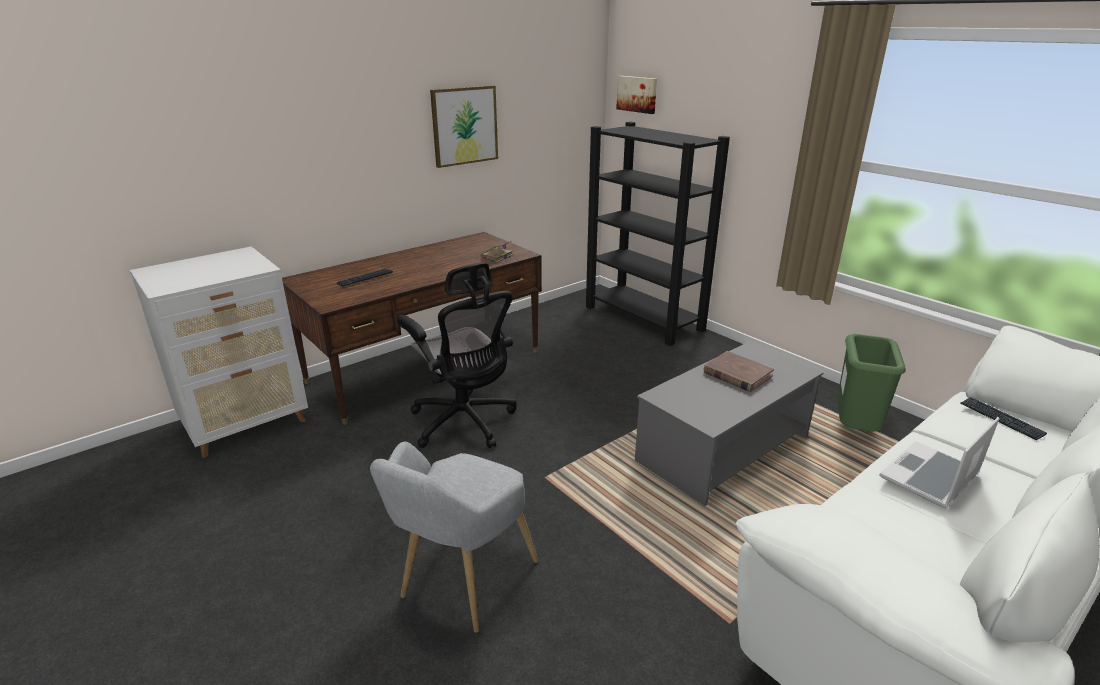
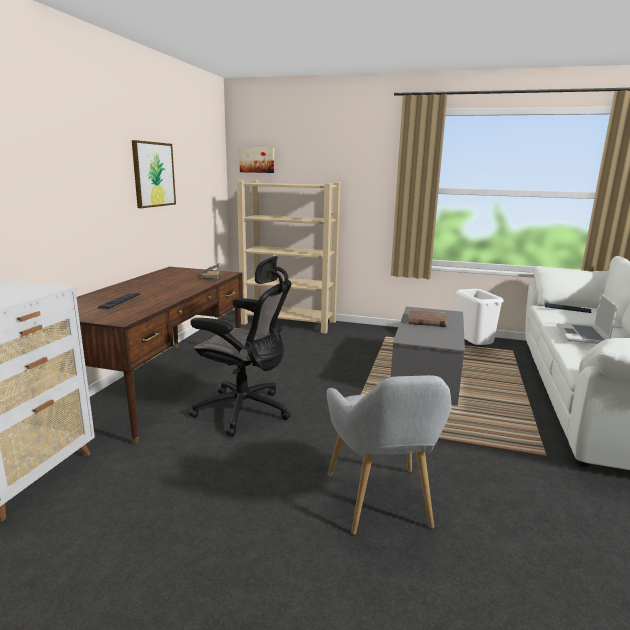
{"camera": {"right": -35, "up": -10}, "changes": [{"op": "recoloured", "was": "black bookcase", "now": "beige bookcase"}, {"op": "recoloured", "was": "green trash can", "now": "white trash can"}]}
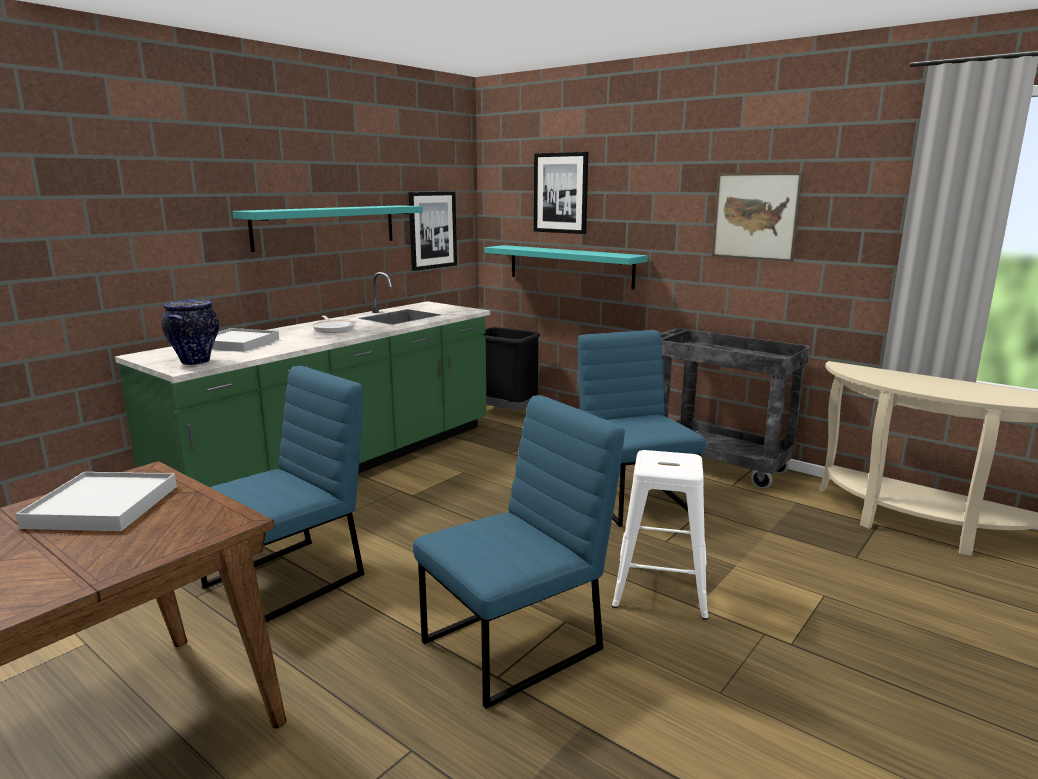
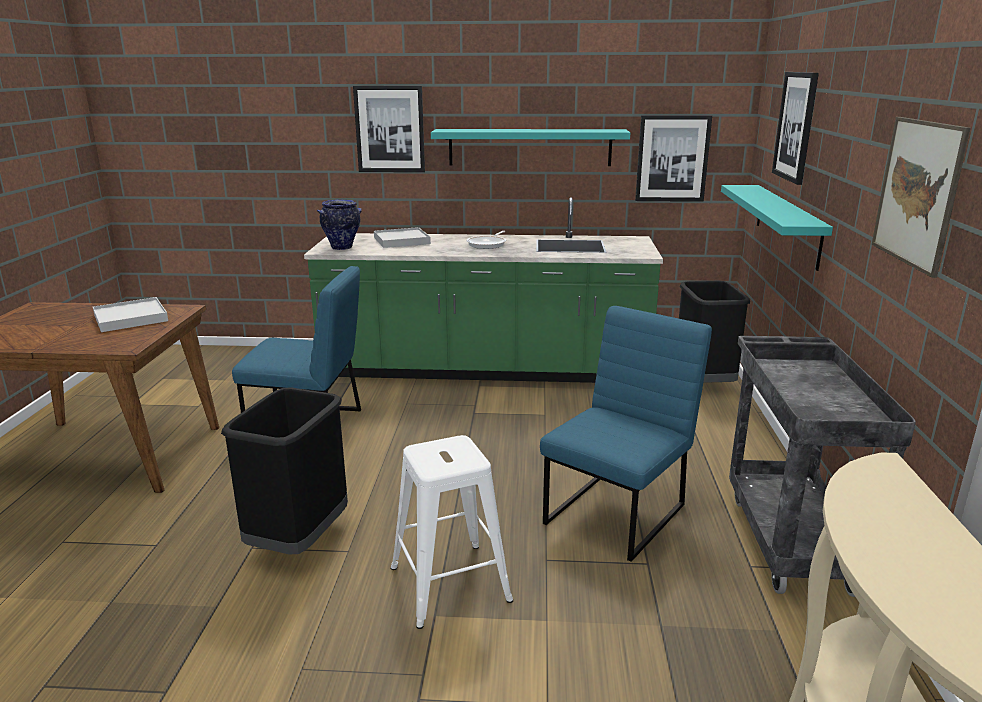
{"camera": {"right": 55, "up": 5}, "changes": [{"op": "replaced", "was": "blue chair (2nd from left)", "now": "black trash can (1st from left)"}, {"op": "added", "now": "picture (1st from left)"}]}
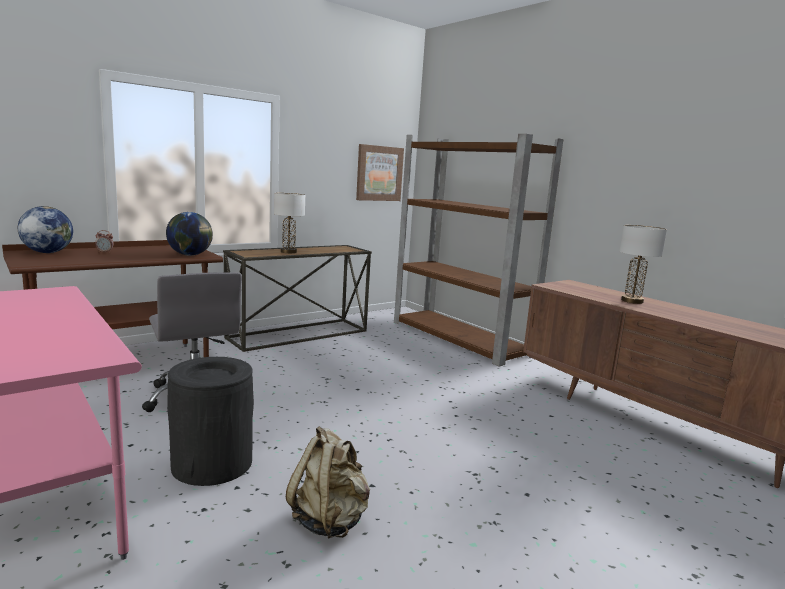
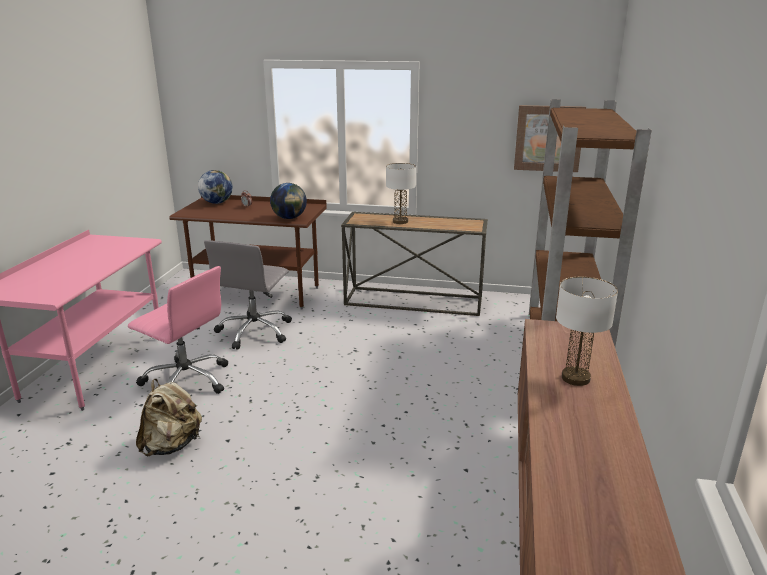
{"camera": {"right": 50, "up": 10}, "changes": [{"op": "replaced", "was": "black trash can", "now": "pink office chair"}]}
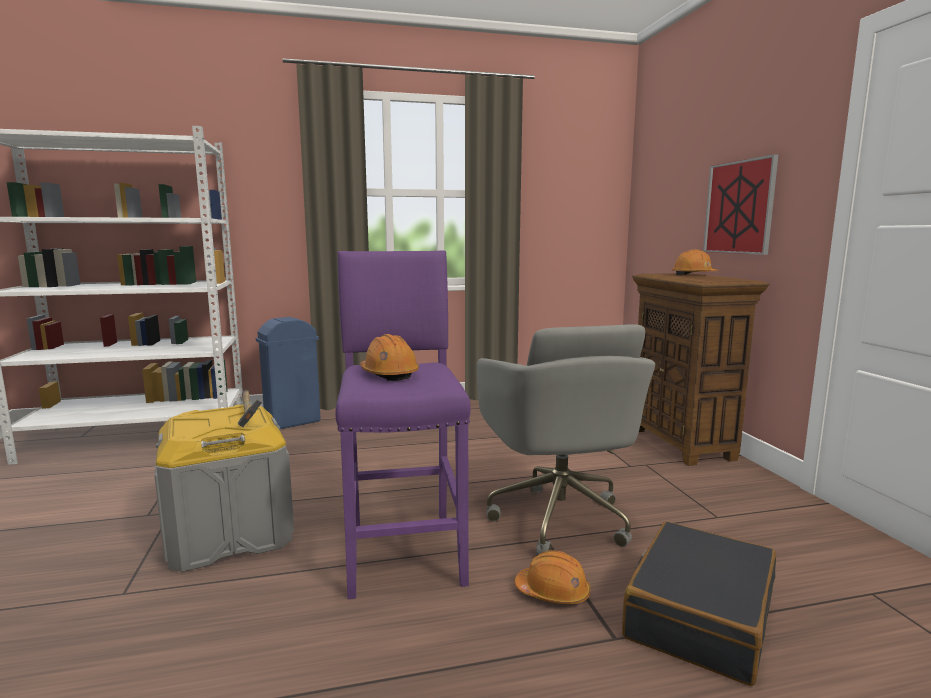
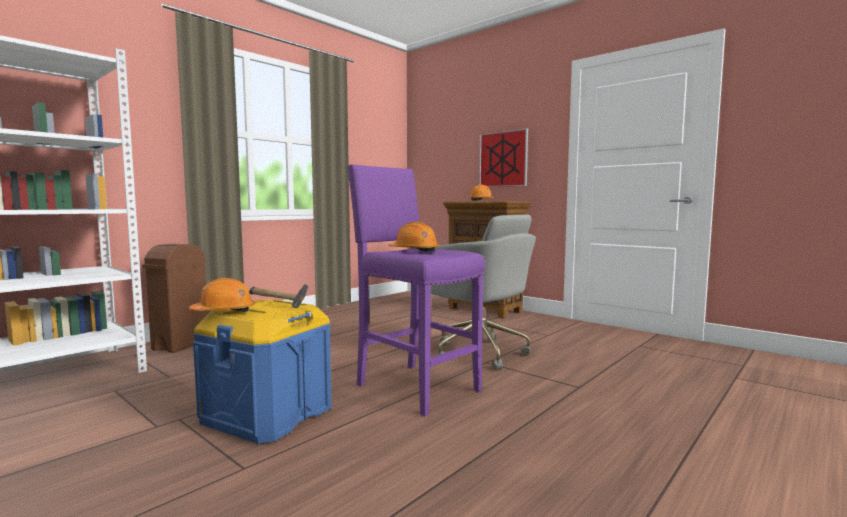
{"camera": {"right": -35, "up": -5}, "changes": [{"op": "recoloured", "was": "grey storage box", "now": "blue storage box"}, {"op": "recoloured", "was": "blue trash can", "now": "brown trash can"}, {"op": "moved", "was": "orange hard hat (2nd from left in the first image)", "now": "orange hard hat (1st from left)"}, {"op": "removed", "was": "black suitcase"}]}
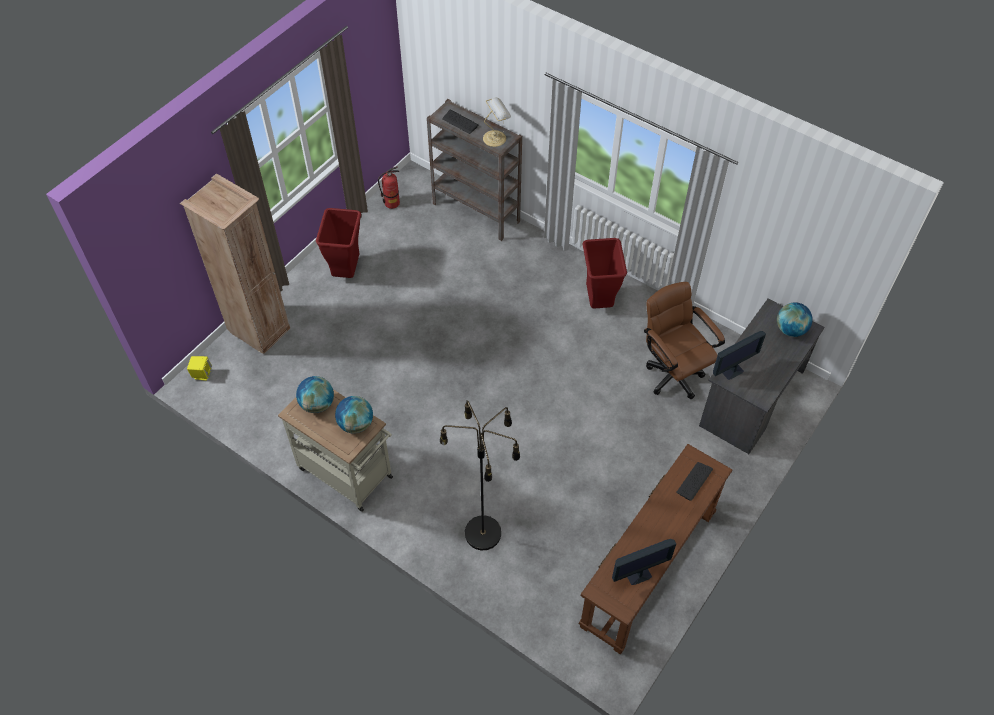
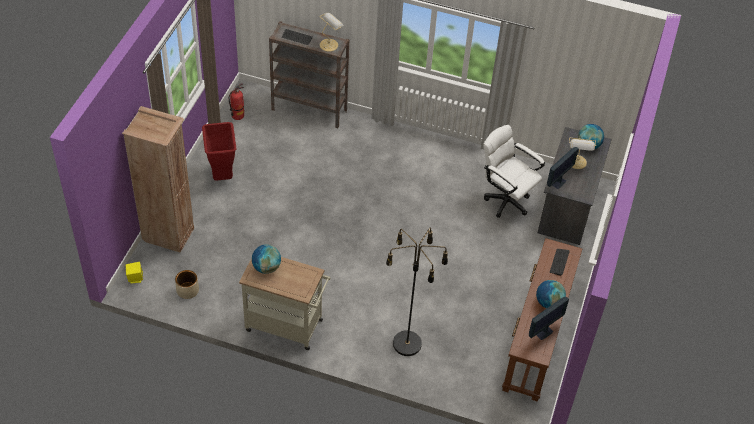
{"camera": {"right": -20, "up": -5}, "changes": [{"op": "moved", "was": "globe (2nd from left)"}, {"op": "removed", "was": "red trash can (2nd from left)"}, {"op": "recoloured", "was": "brown office chair", "now": "white office chair"}, {"op": "added", "now": "beige planter"}, {"op": "added", "now": "table lamp (2nd from left)"}]}
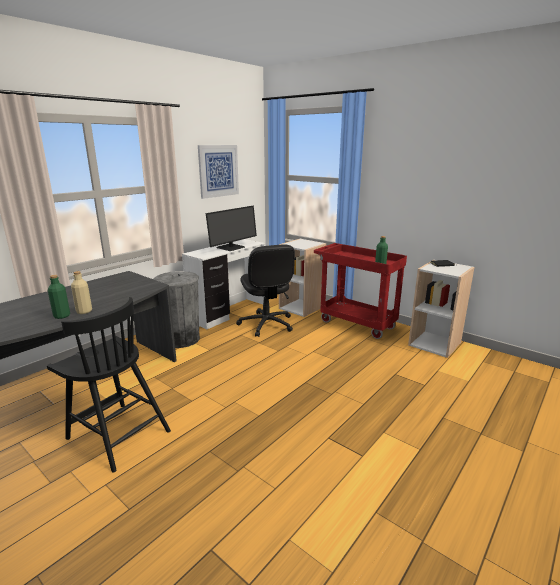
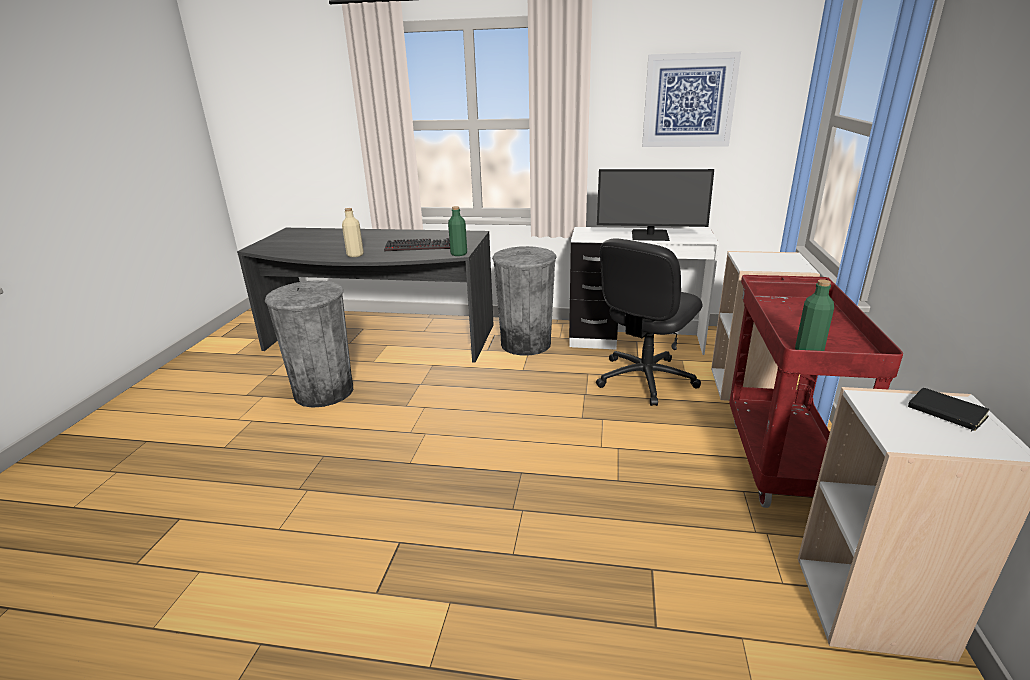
{"camera": {"right": 60, "up": 5}, "changes": [{"op": "replaced", "was": "black chair", "now": "grey trash can (1st from left)"}, {"op": "moved", "was": "green bottle (1st from left)"}, {"op": "added", "now": "keyboard"}]}
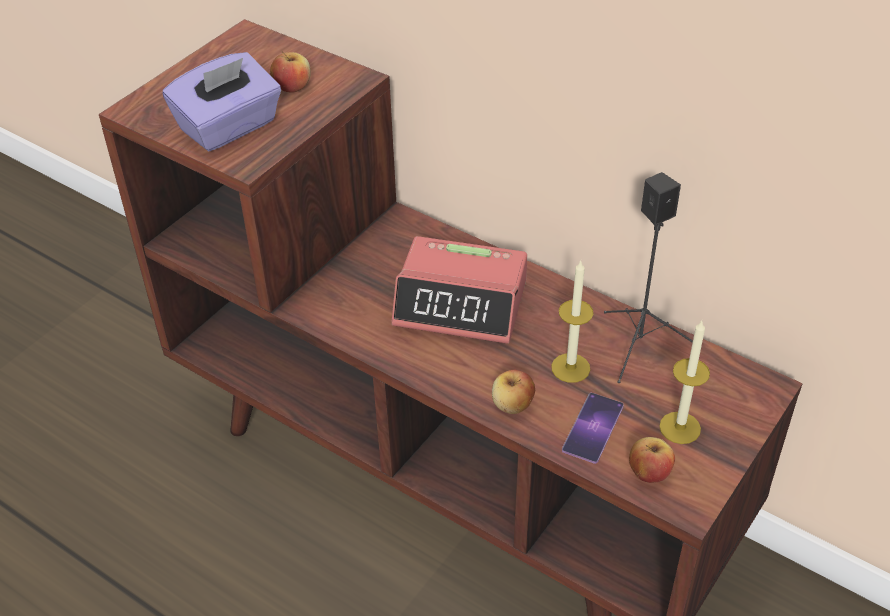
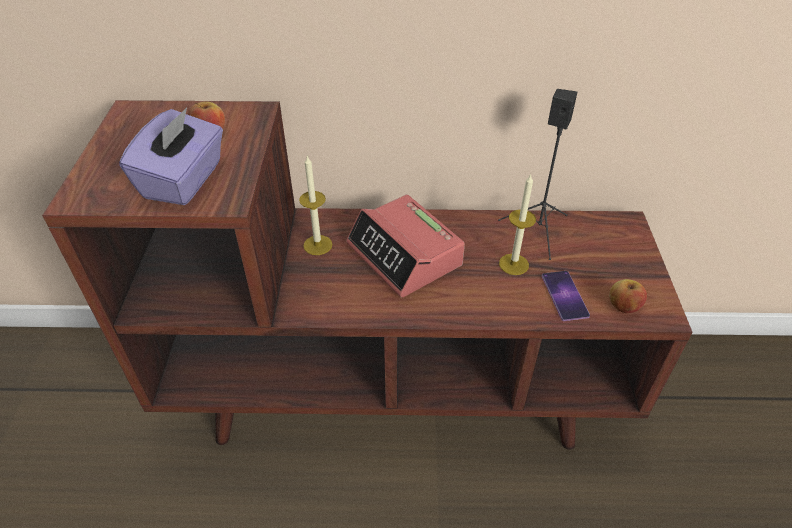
{"camera": {"right": -35, "up": 0}, "changes": [{"op": "turned", "was": "alarm clock", "clockwise": 75}, {"op": "removed", "was": "apple (2nd from left)"}, {"op": "moved", "was": "candle (2nd from left in the first image)", "now": "candle (1st from left)"}]}
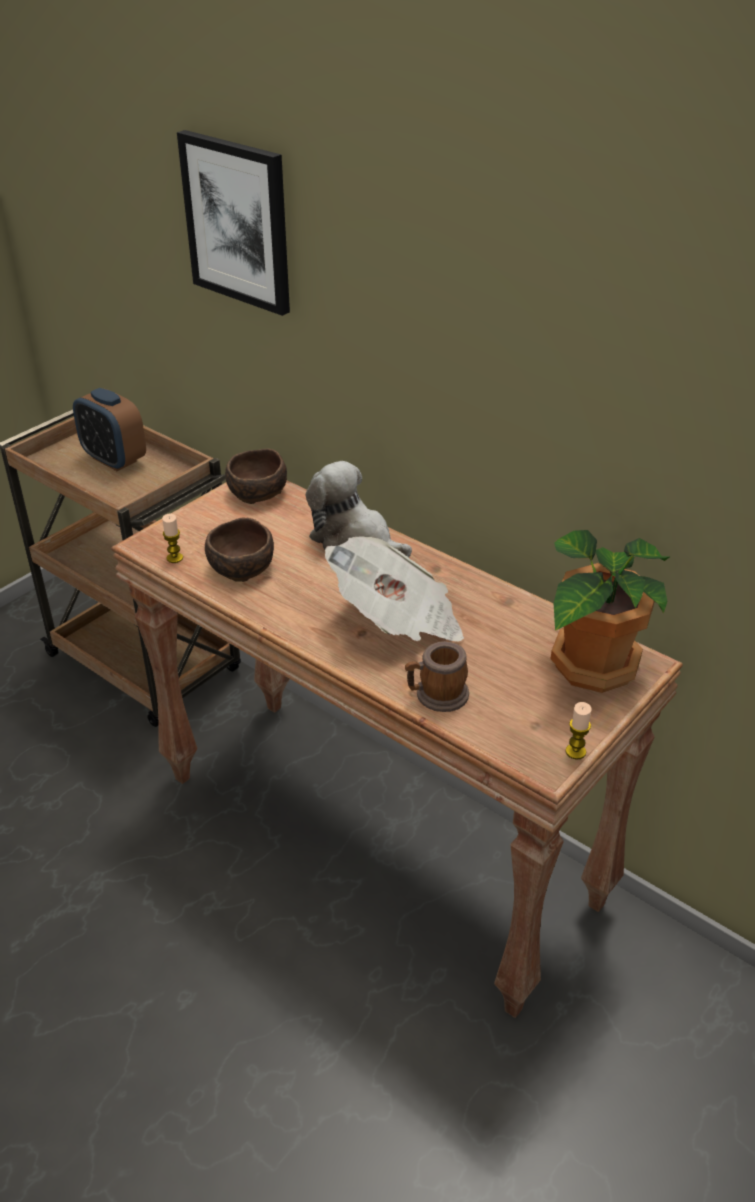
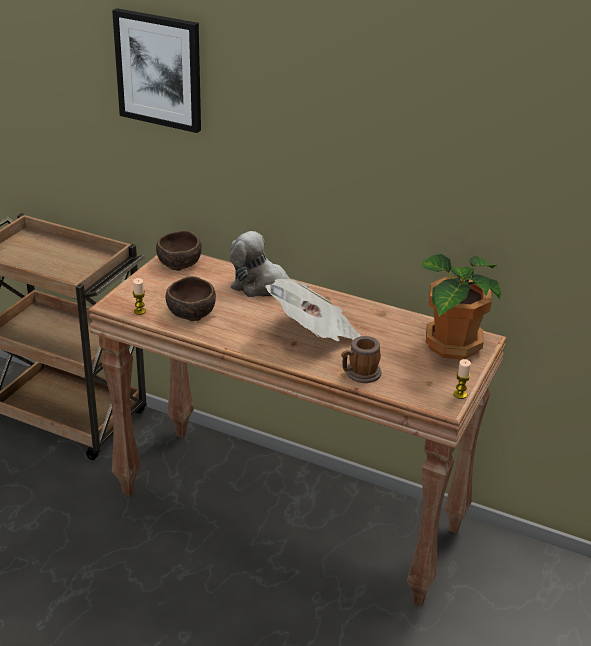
{"camera": {"right": -15, "up": -5}, "changes": [{"op": "removed", "was": "alarm clock"}]}
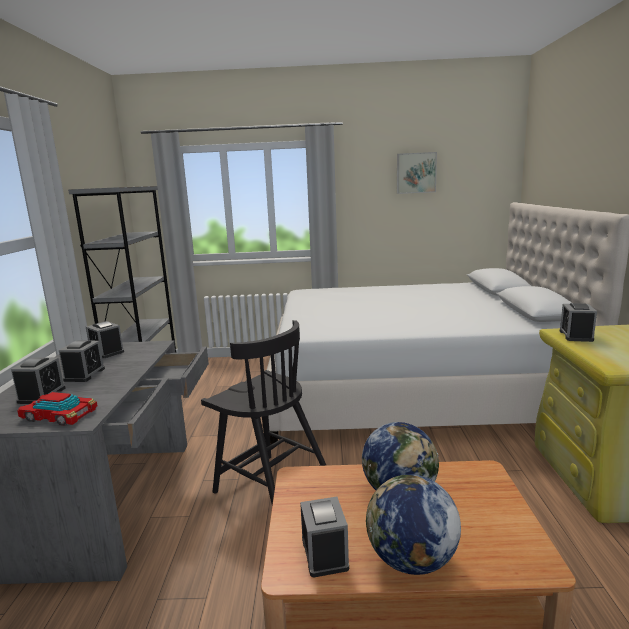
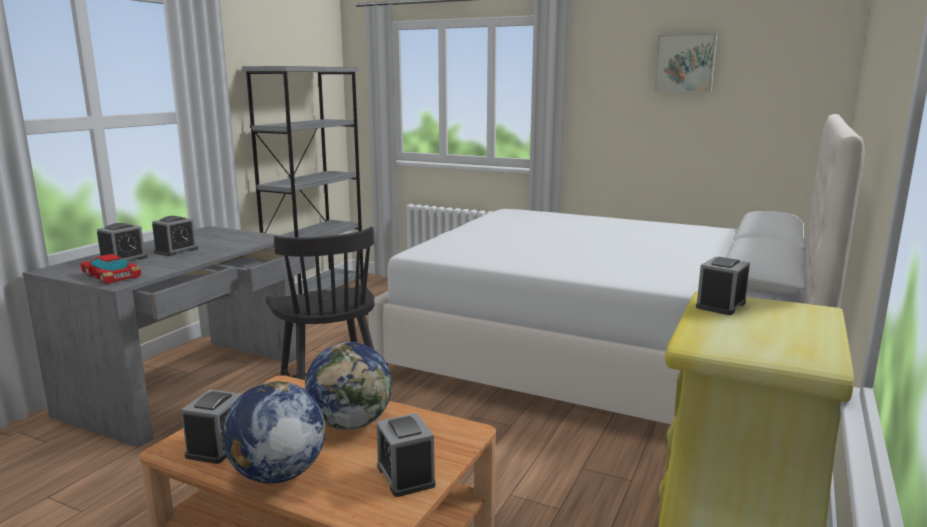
{"camera": {"right": 25, "up": 0}, "changes": [{"op": "moved", "was": "alarm clock (3rd from left in the first image)", "now": "alarm clock (4th from left)"}]}
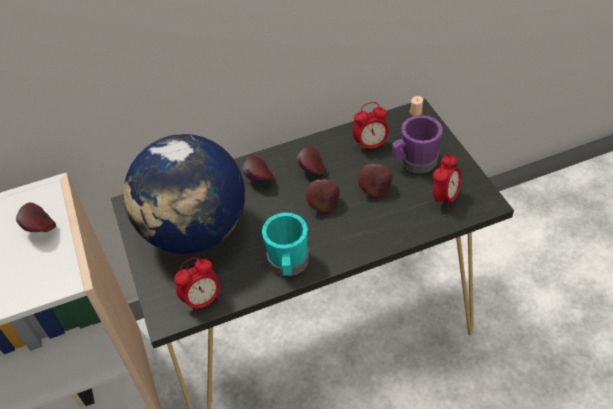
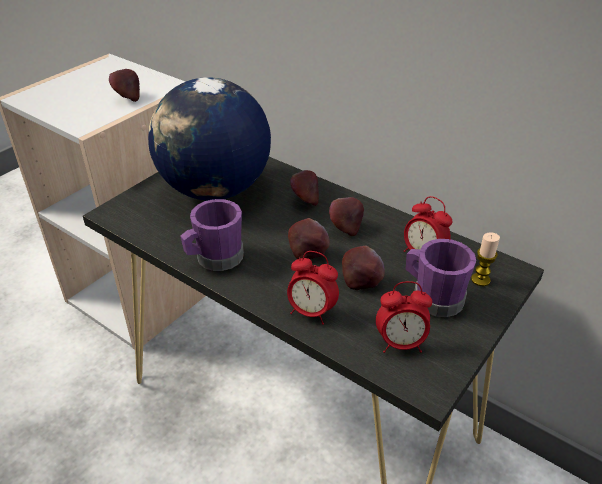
{"camera": {"right": 55, "up": -10}, "changes": [{"op": "moved", "was": "alarm clock (1st from left)"}, {"op": "recoloured", "was": "turquoise mug", "now": "purple mug (1st from left)"}]}
